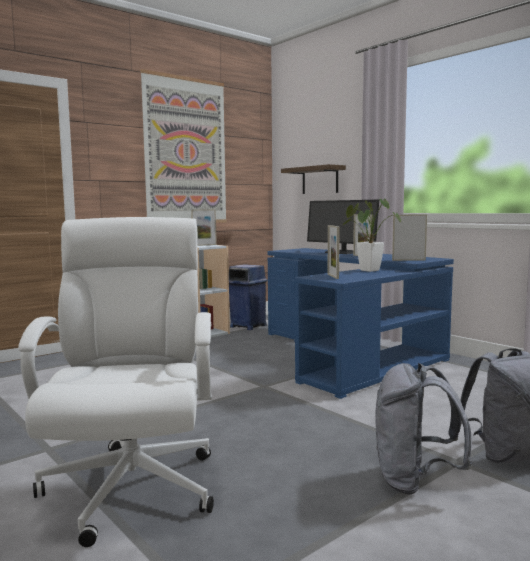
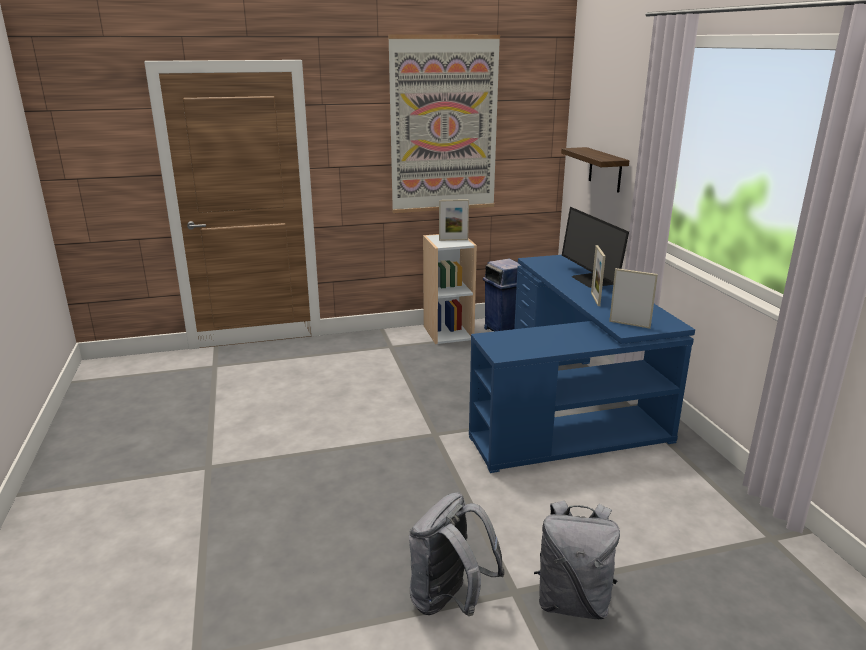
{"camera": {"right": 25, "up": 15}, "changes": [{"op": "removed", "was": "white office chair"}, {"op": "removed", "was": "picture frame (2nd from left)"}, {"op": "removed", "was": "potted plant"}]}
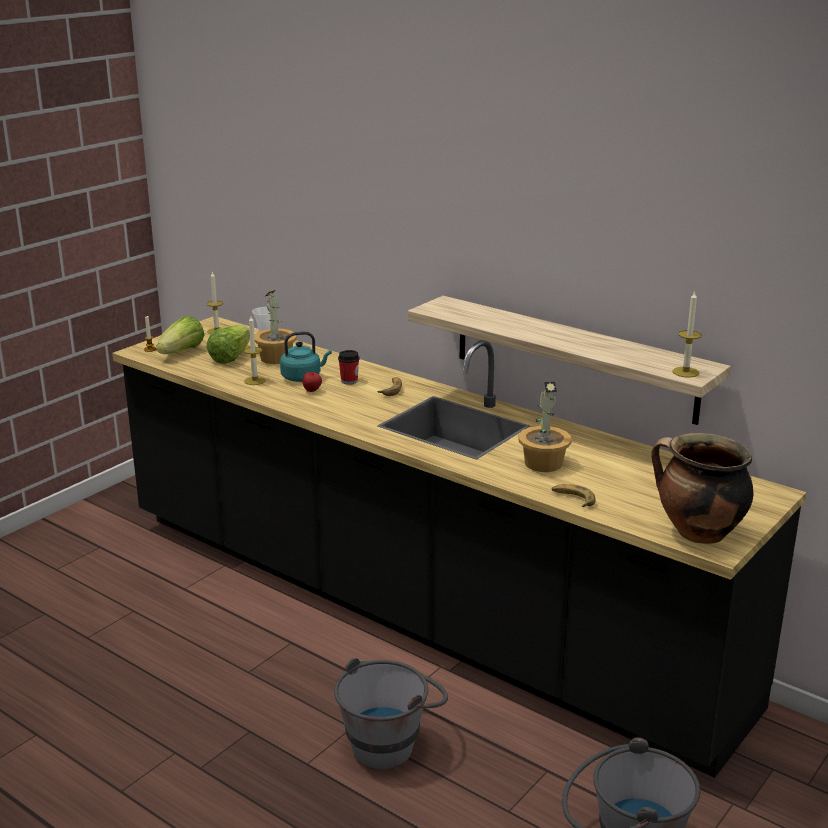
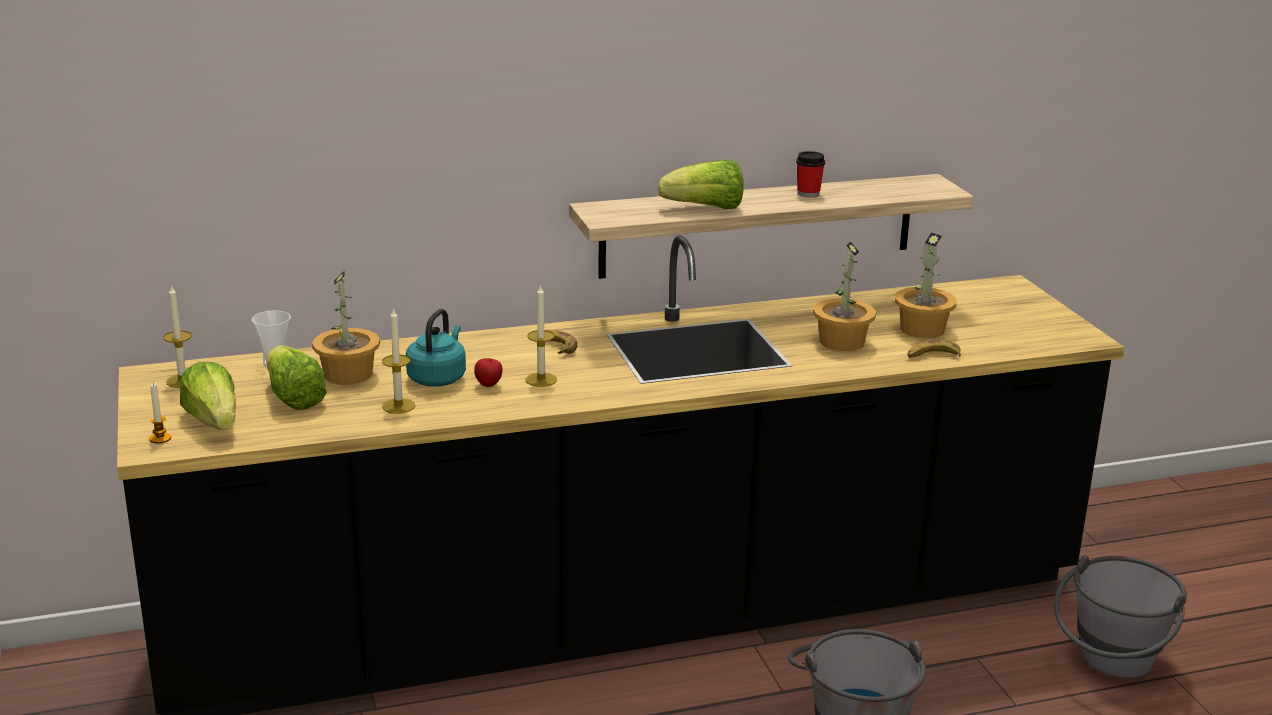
{"camera": {"right": -55, "up": 0}, "changes": [{"op": "moved", "was": "cup (2nd from left)"}, {"op": "removed", "was": "cooking pot"}, {"op": "moved", "was": "candle (4th from left)"}, {"op": "added", "now": "lettuce (3rd from left)"}, {"op": "added", "now": "potted plant (3rd from left)"}]}
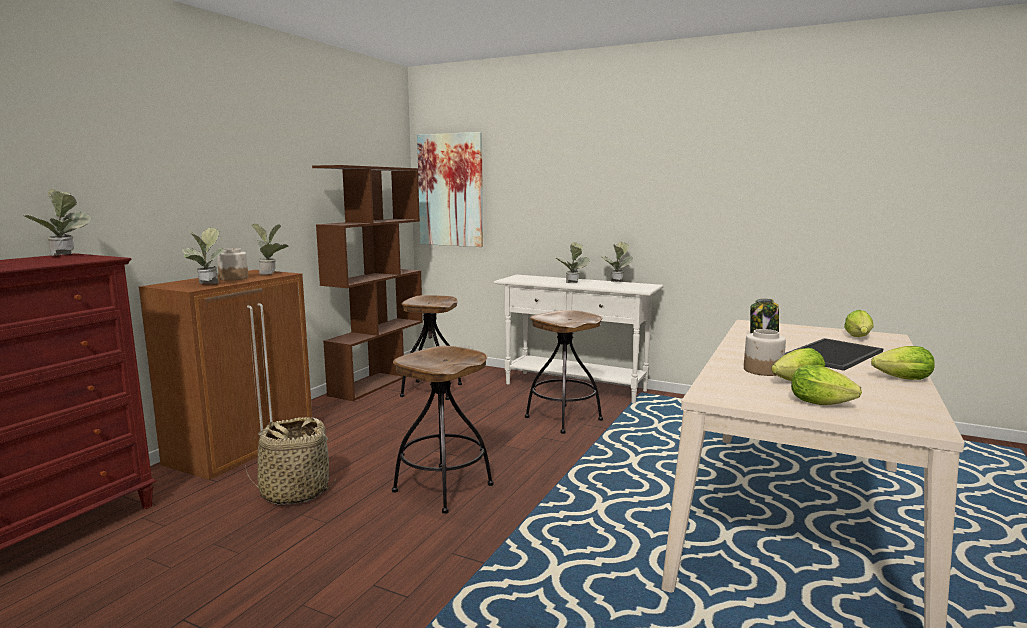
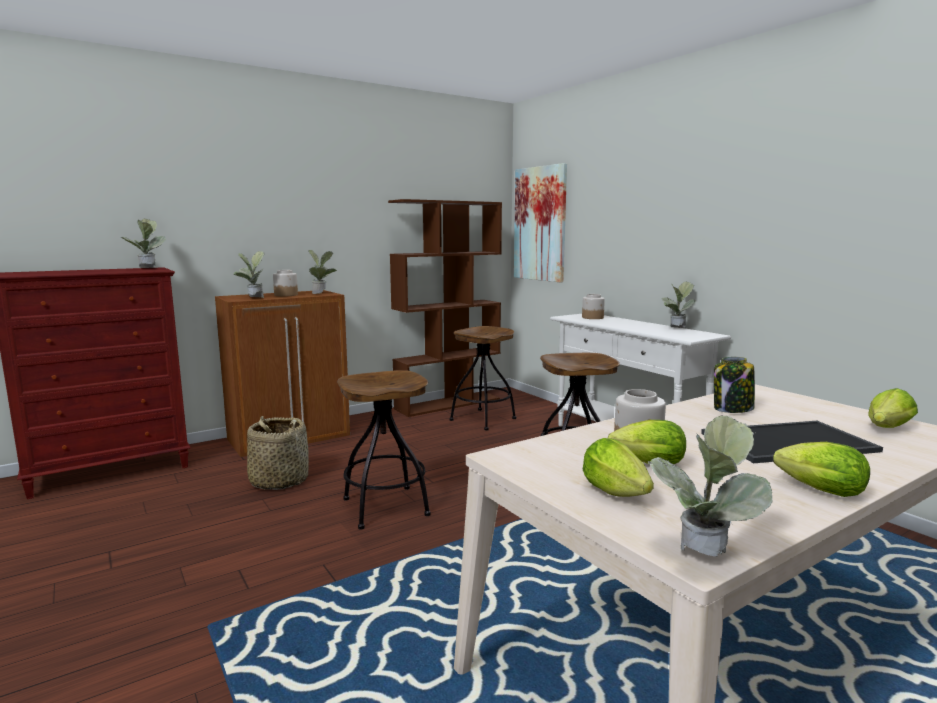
{"camera": {"right": 30, "up": 0}, "changes": [{"op": "moved", "was": "potted plant (4th from left in the first image)", "now": "potted plant (5th from left)"}, {"op": "added", "now": "jar (2nd from left)"}]}
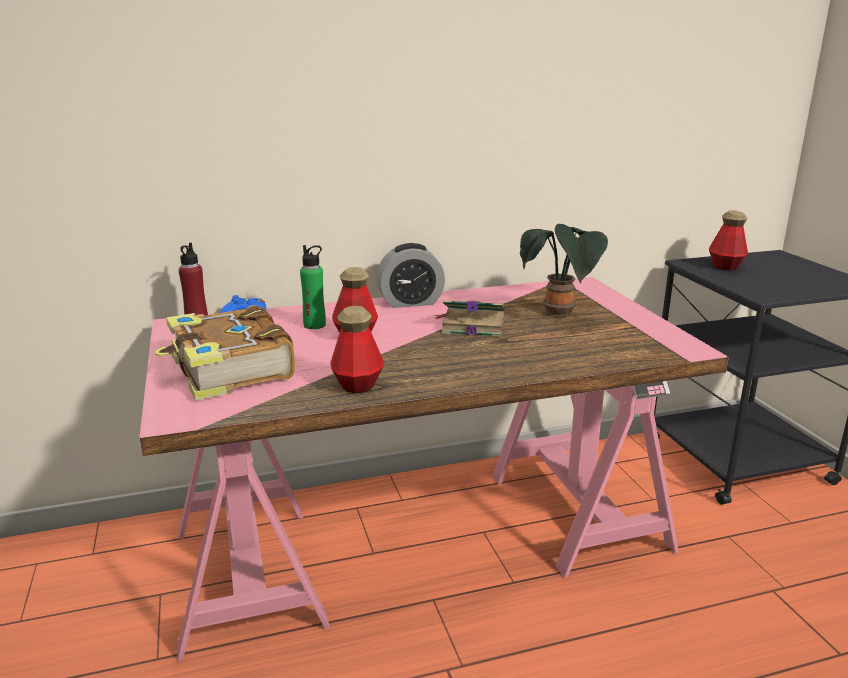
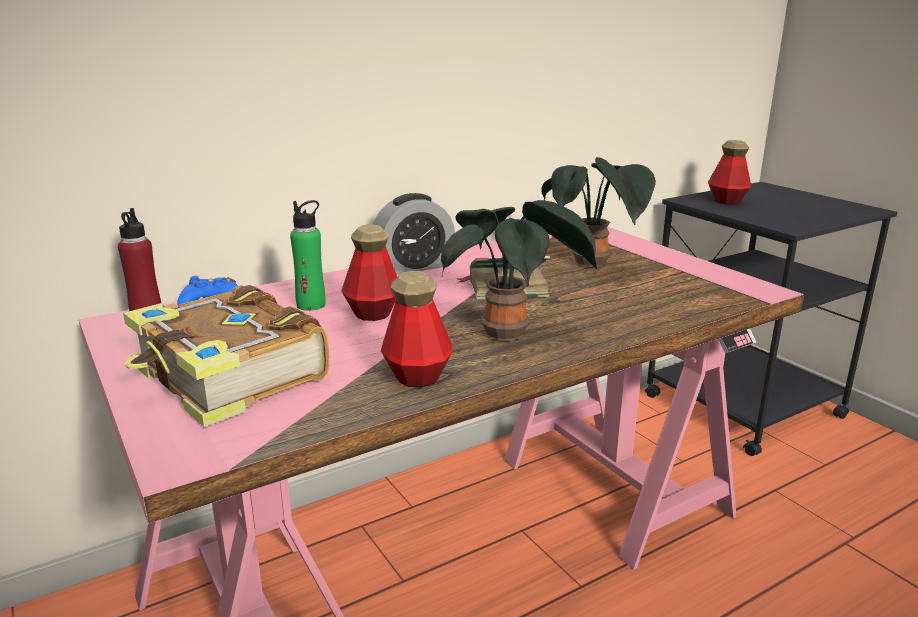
{"camera": {"right": -15, "up": 0}, "changes": [{"op": "added", "now": "potted plant (1st from left)"}]}
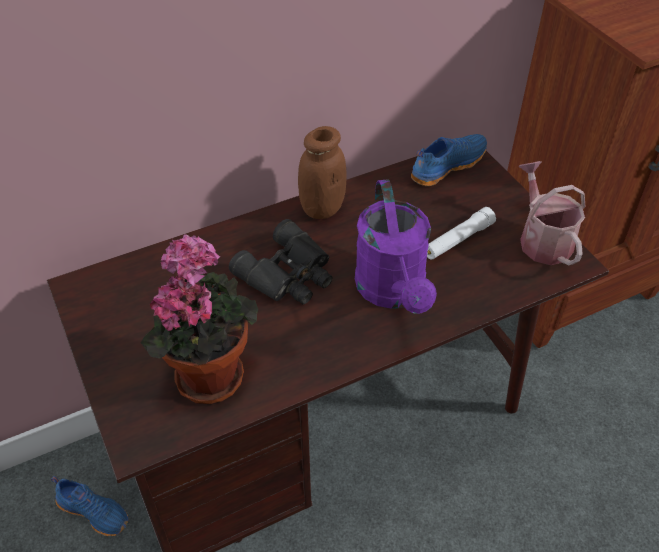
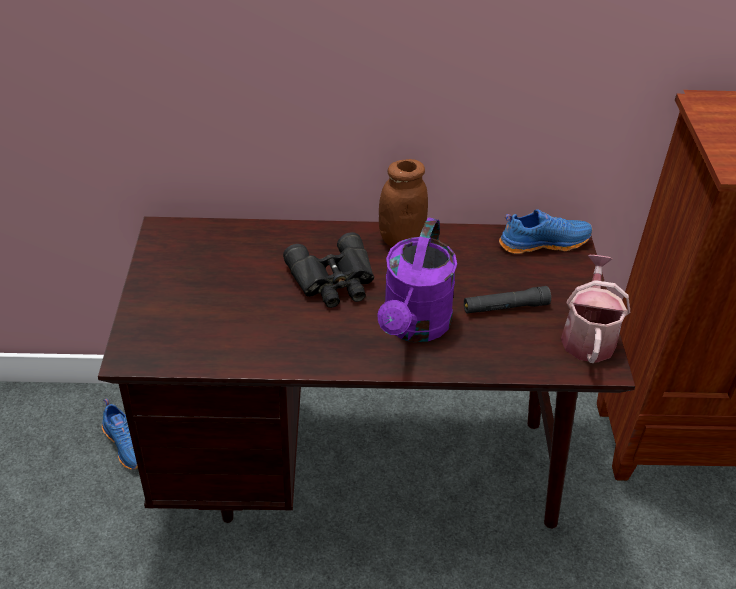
{"camera": {"right": 25, "up": -5}, "changes": [{"op": "removed", "was": "potted plant"}, {"op": "recoloured", "was": "white flashlight", "now": "black flashlight"}]}
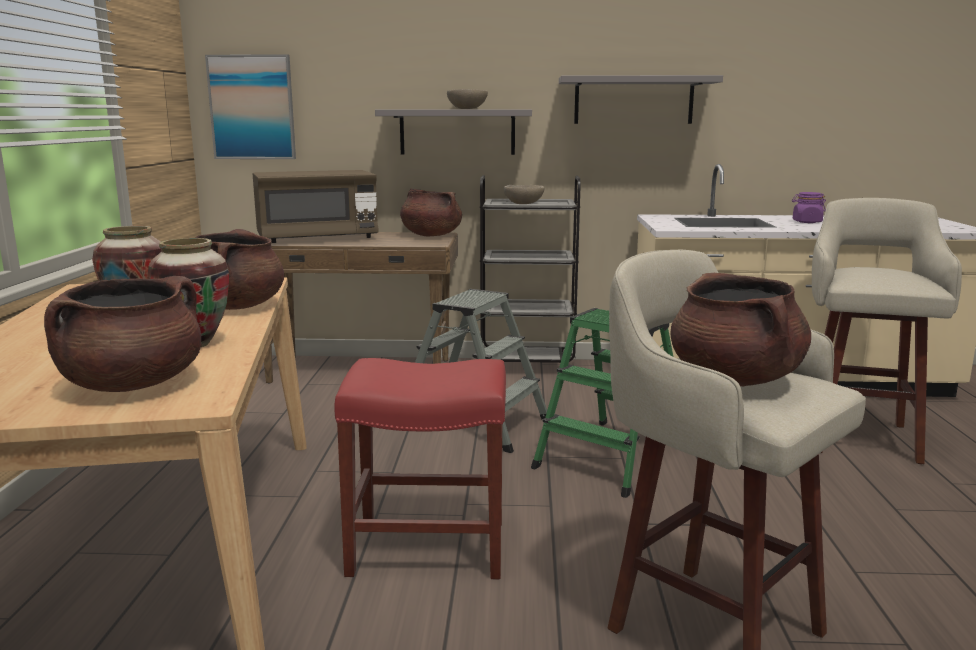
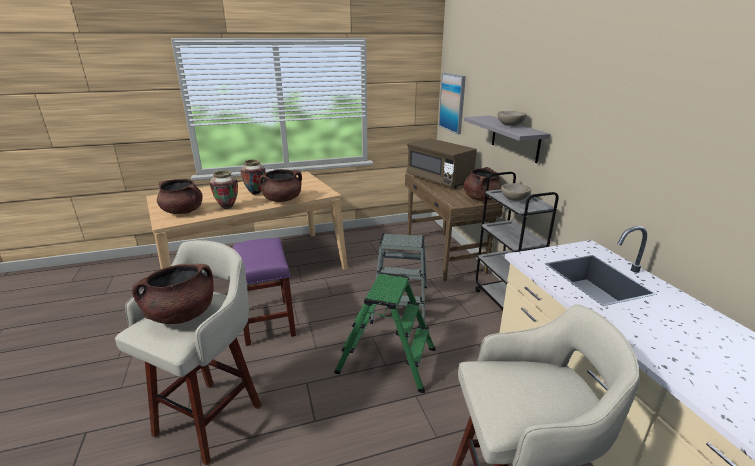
{"camera": {"right": 70, "up": 10}, "changes": [{"op": "recoloured", "was": "red stool", "now": "purple stool"}, {"op": "removed", "was": "grey shelf (2nd from left)"}, {"op": "removed", "was": "purple jar"}]}
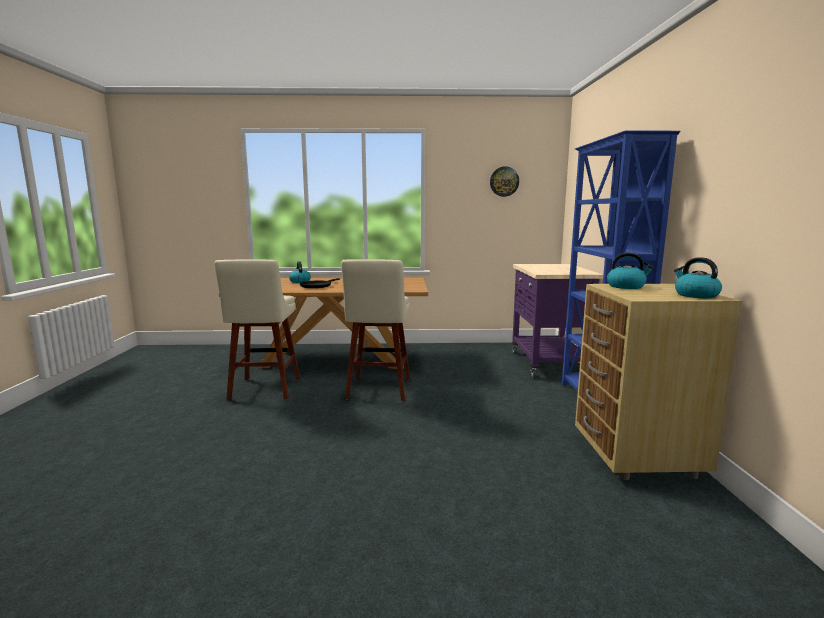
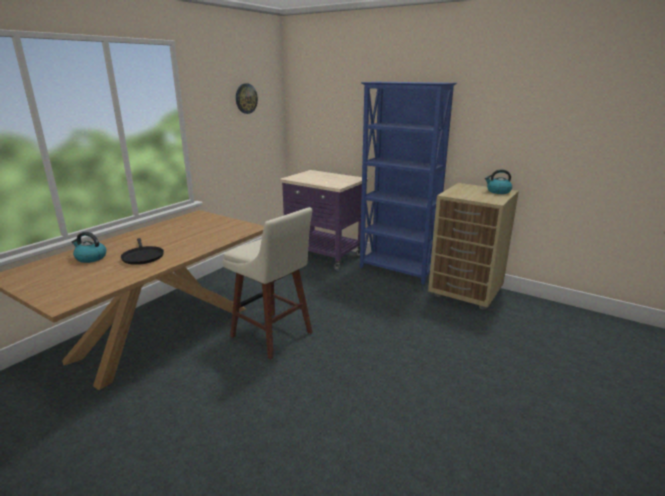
{"camera": {"right": -55, "up": 10}, "changes": [{"op": "removed", "was": "beige stool (1st from left)"}, {"op": "removed", "was": "kettle (2nd from left)"}]}
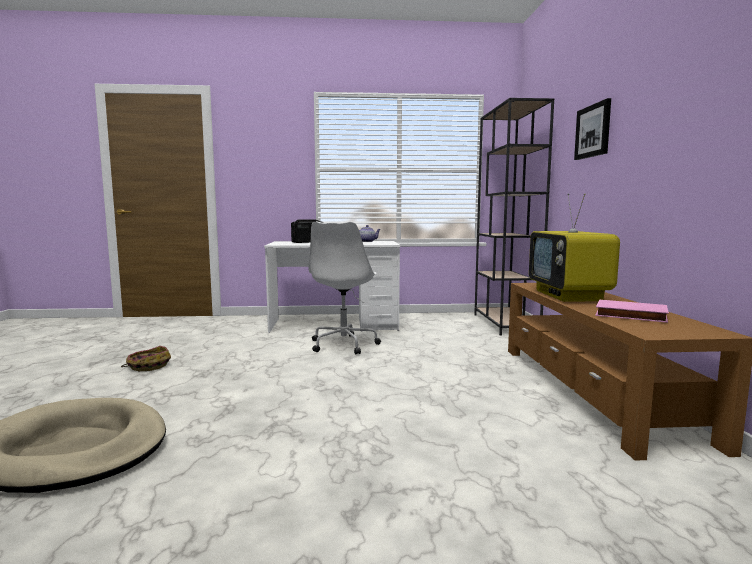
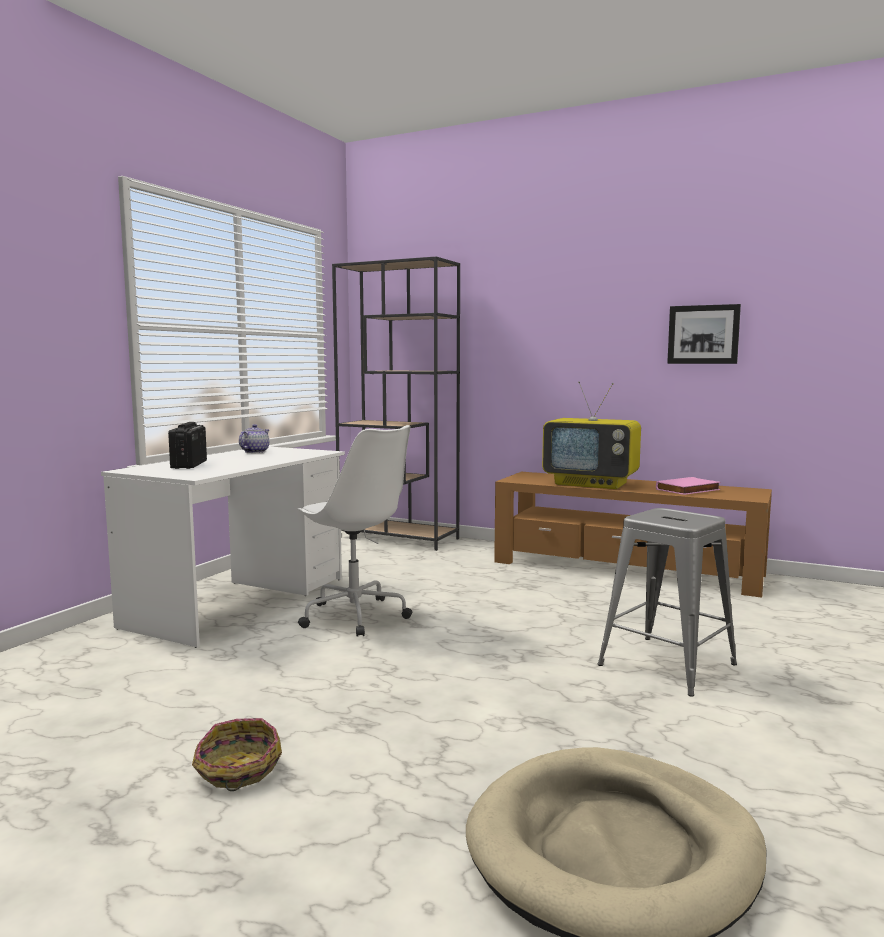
{"camera": {"right": -60, "up": 0}, "changes": [{"op": "moved", "was": "picture"}, {"op": "added", "now": "grey stool"}]}
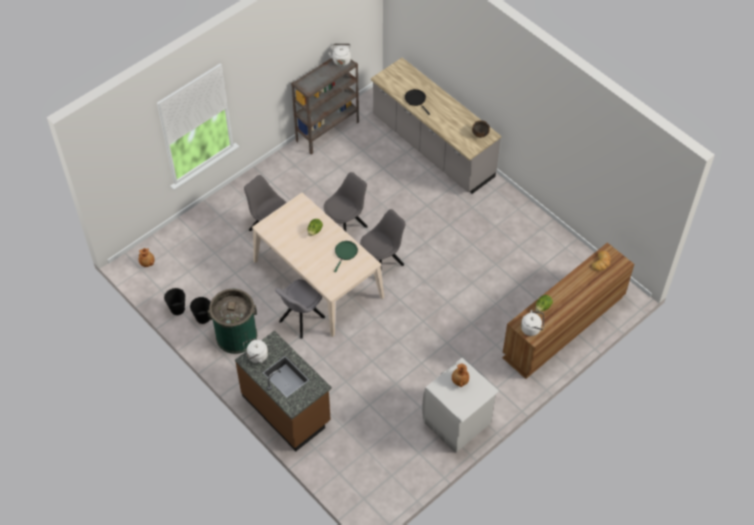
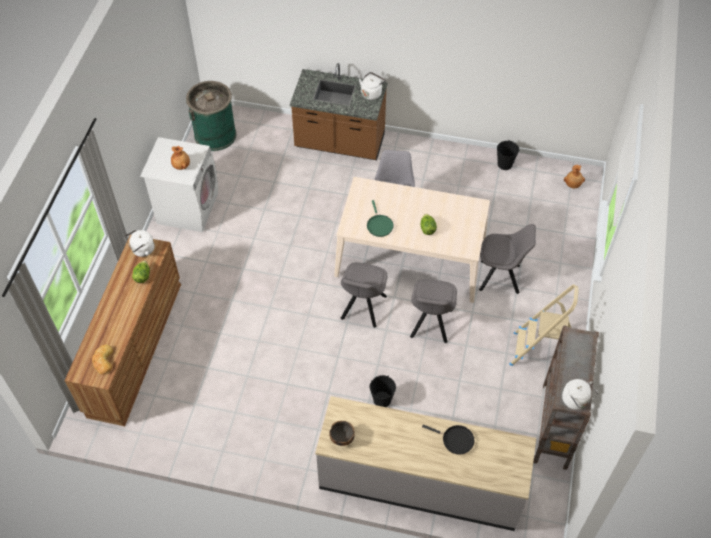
{"camera": {"right": 145, "up": 0}, "changes": [{"op": "moved", "was": "black bucket (2nd from left in the first image)", "now": "black bucket (1st from left)"}, {"op": "moved", "was": "green trash can"}, {"op": "added", "now": "beige step ladder"}]}
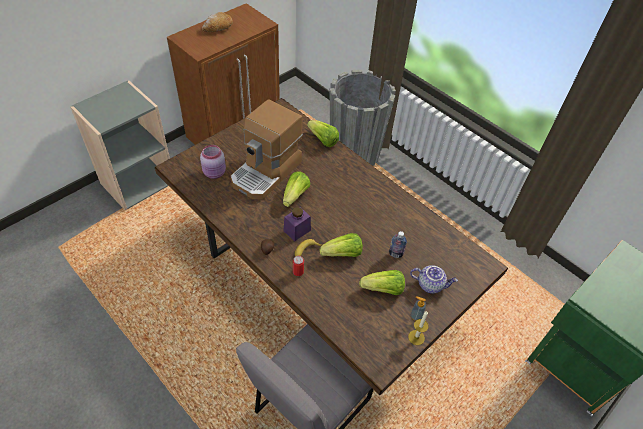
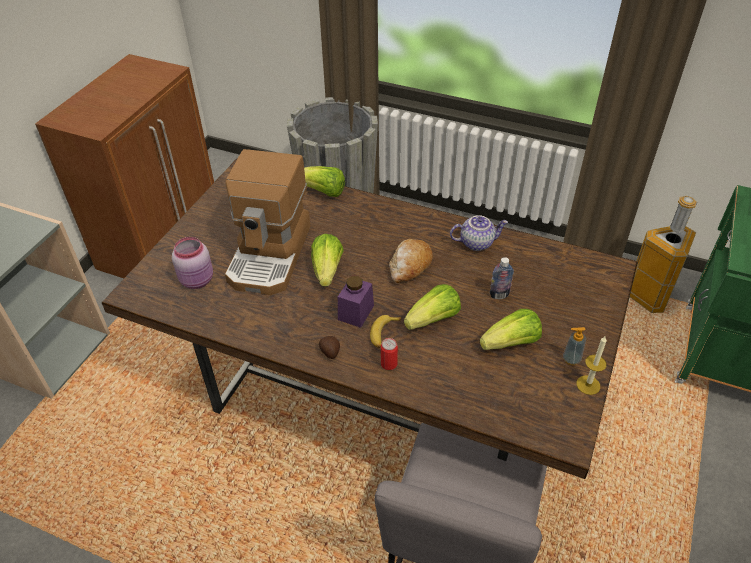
{"camera": {"right": -20, "up": -5}, "changes": [{"op": "moved", "was": "bread"}, {"op": "moved", "was": "teapot"}, {"op": "added", "now": "trash can"}]}
